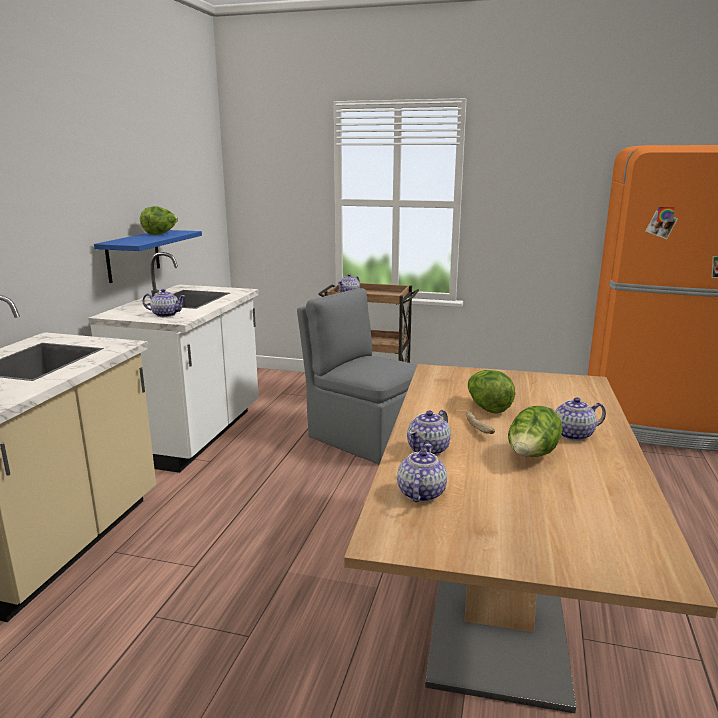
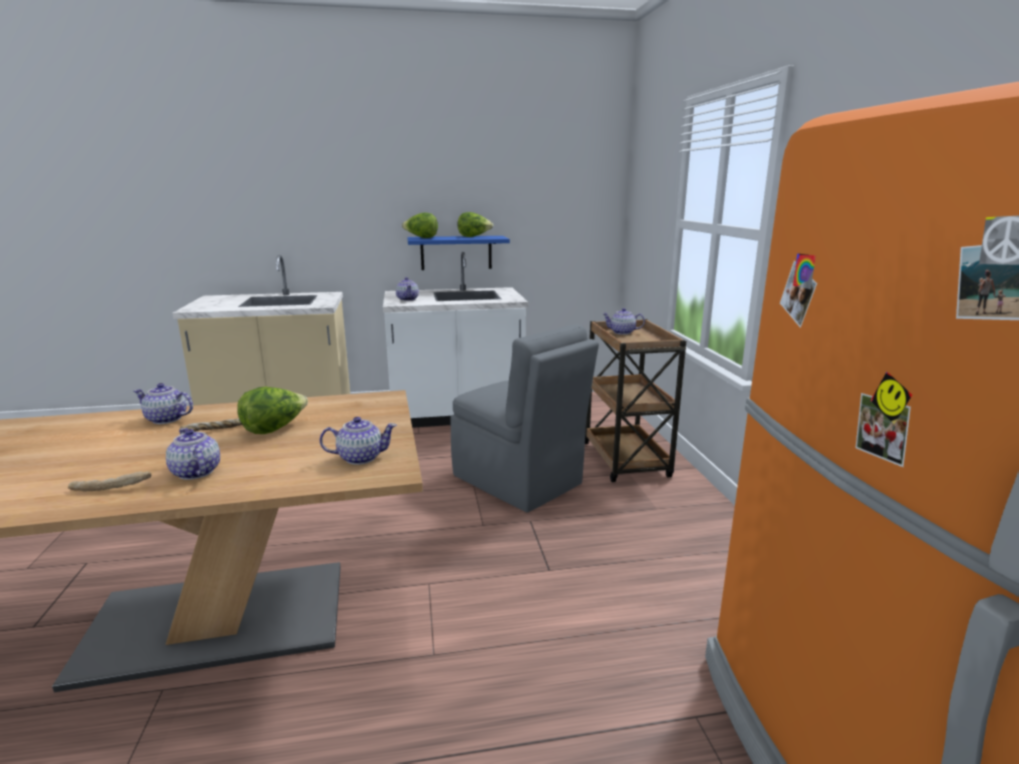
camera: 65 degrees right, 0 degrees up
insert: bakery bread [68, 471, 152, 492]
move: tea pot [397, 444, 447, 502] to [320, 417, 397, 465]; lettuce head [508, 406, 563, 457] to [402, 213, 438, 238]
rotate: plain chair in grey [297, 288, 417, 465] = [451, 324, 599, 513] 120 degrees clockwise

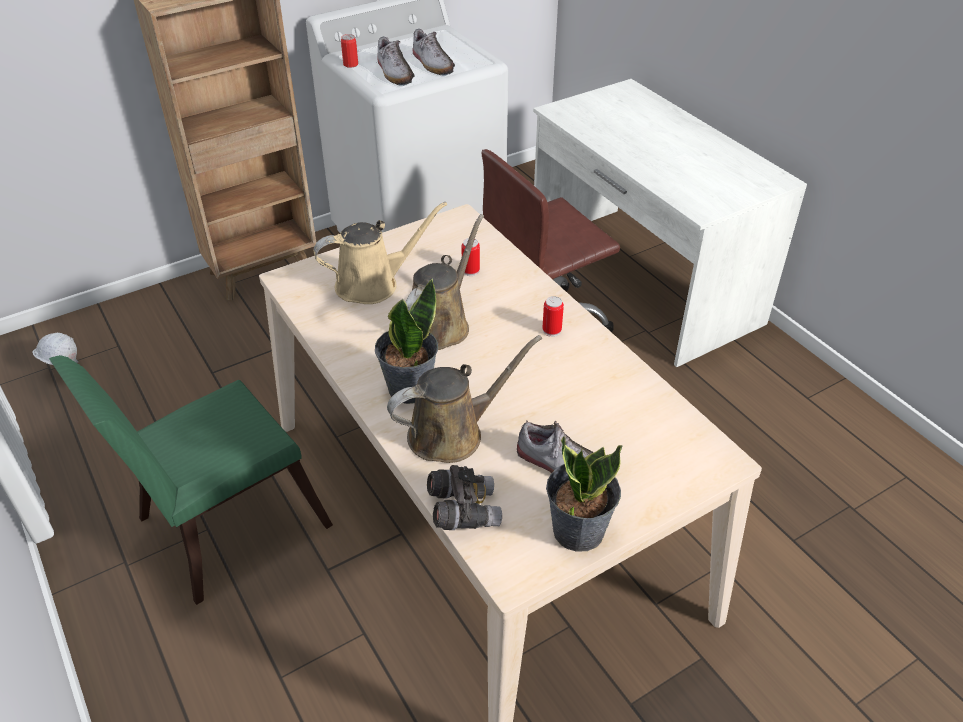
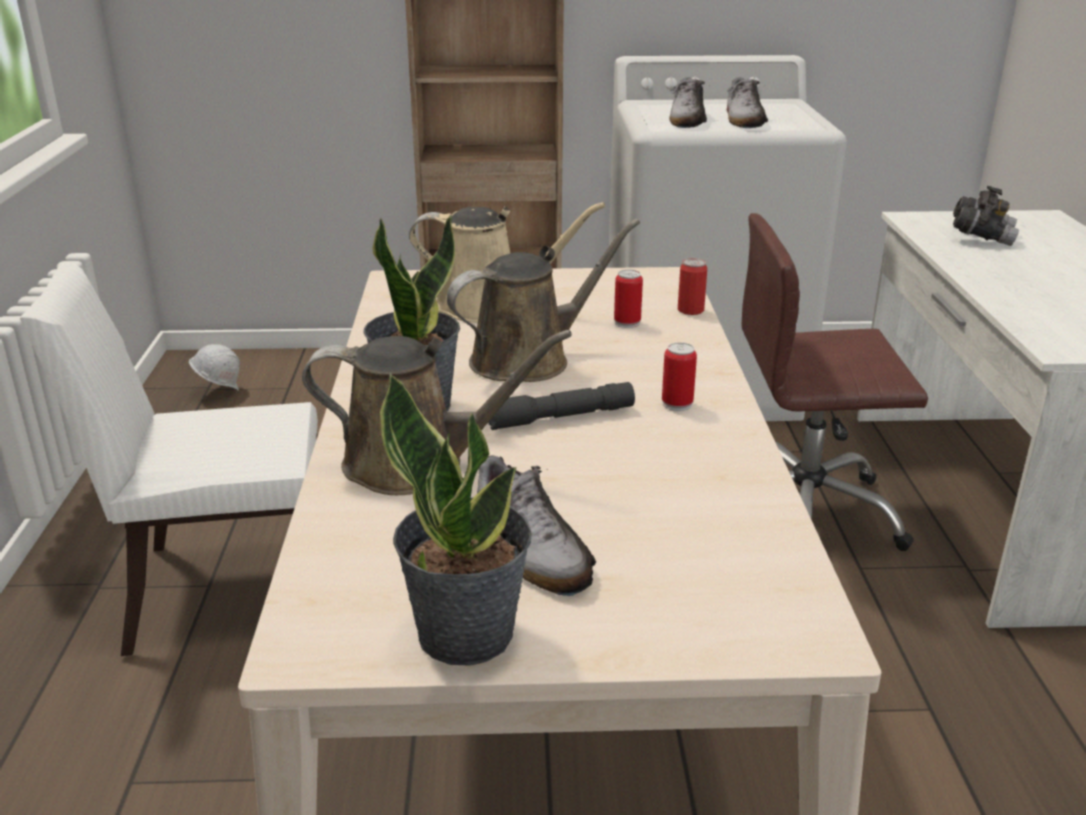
camera: 30 degrees right, 15 degrees down
insert: flashlight in grey [488, 382, 635, 430]
move: metal can [341, 34, 358, 68] to [678, 258, 707, 315]; field glasses in grey [427, 465, 502, 530] to [953, 186, 1019, 246]
recolor: plain chair in green-coloured [49, 355, 333, 605] to plain chair in white [20, 262, 318, 656]

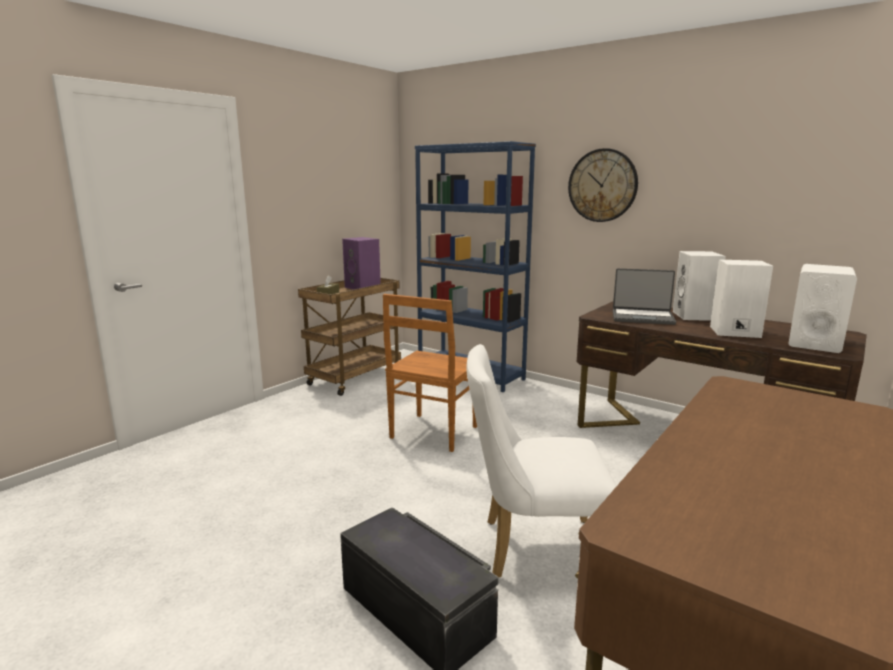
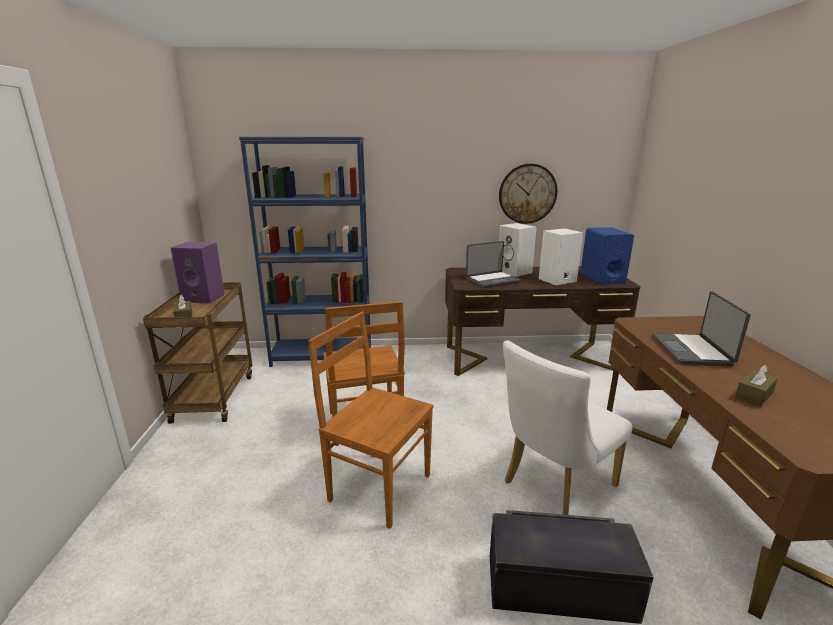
camera: 40 degrees left, 5 degrees up
insert: plain chair in brownish [308, 311, 434, 529]; notebook computer [652, 291, 751, 367]; tissue box in brownish [735, 365, 778, 407]
move: hanging clock [568, 148, 638, 222] to [499, 164, 557, 224]
recolor: speaker in white [788, 264, 857, 353] to speaker in blue-coloured [580, 227, 634, 285]

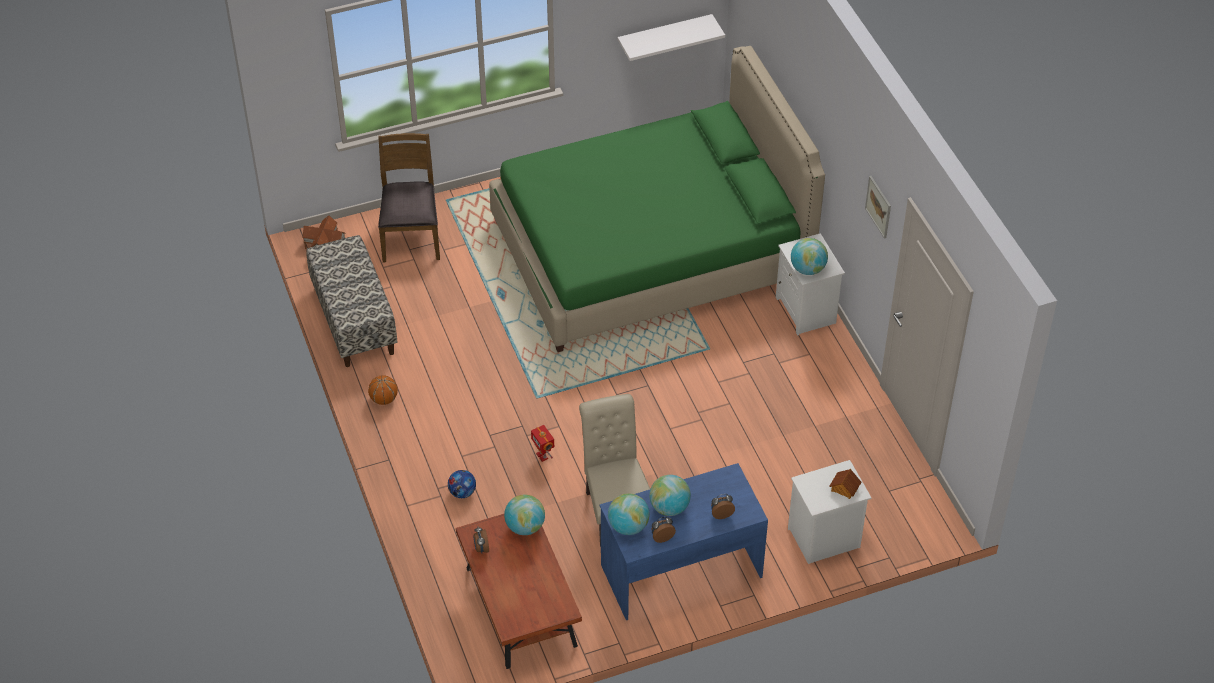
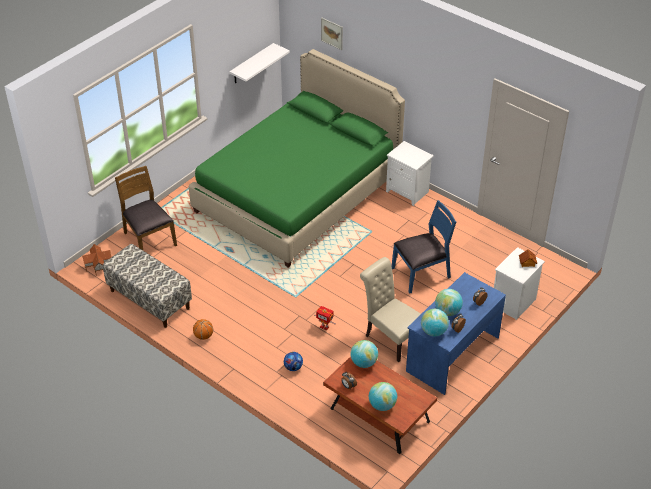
camera: 30 degrees left, 5 degrees down
insert: plain chair in blue-coloured [391, 200, 456, 294]
move: world globe [791, 238, 828, 275] to [369, 382, 397, 411]; wall art [865, 176, 891, 239] to [321, 18, 343, 50]

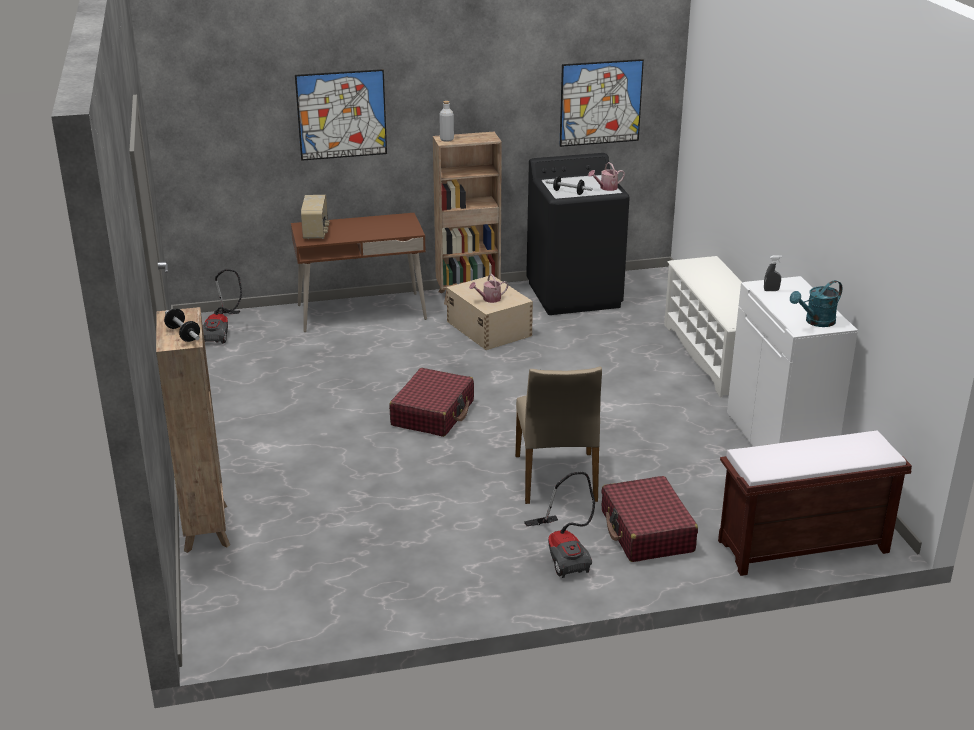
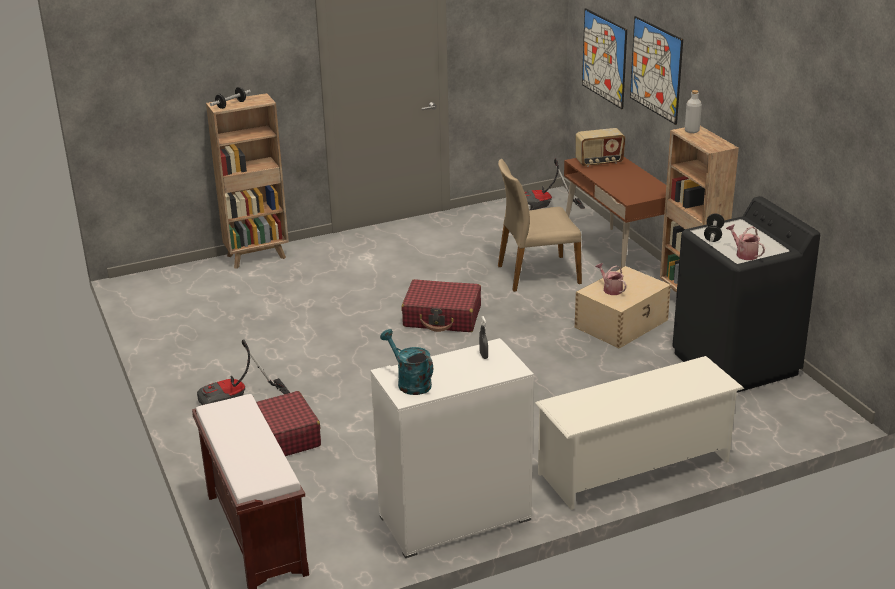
camera: 80 degrees right, 0 degrees up
move: plain chair in sand-coloured [515, 367, 602, 504] to [498, 159, 582, 292]; wall art [560, 59, 644, 147] to [582, 8, 627, 109]

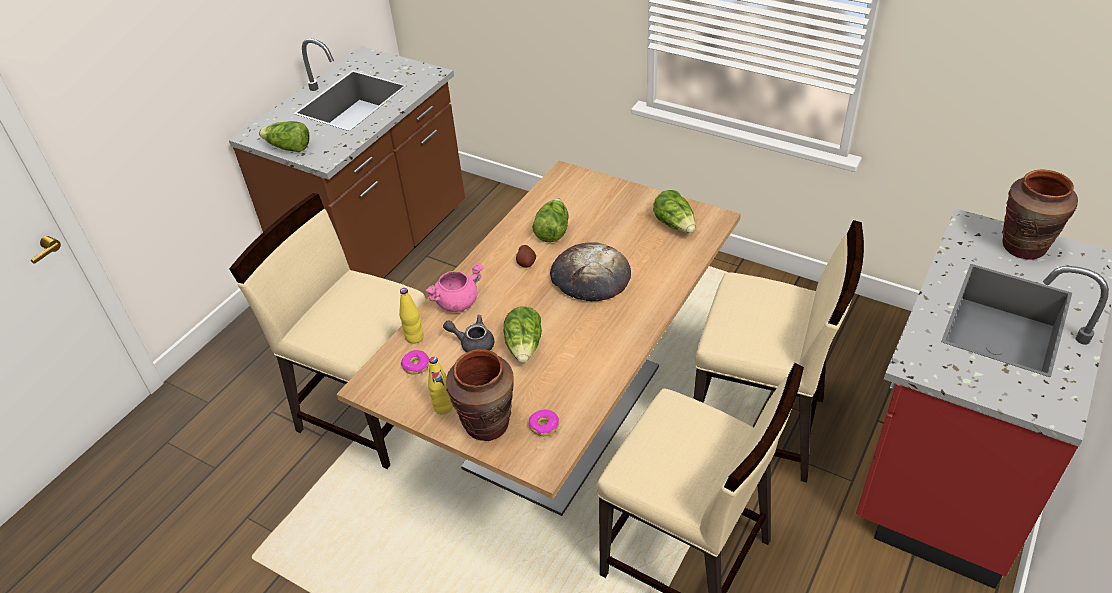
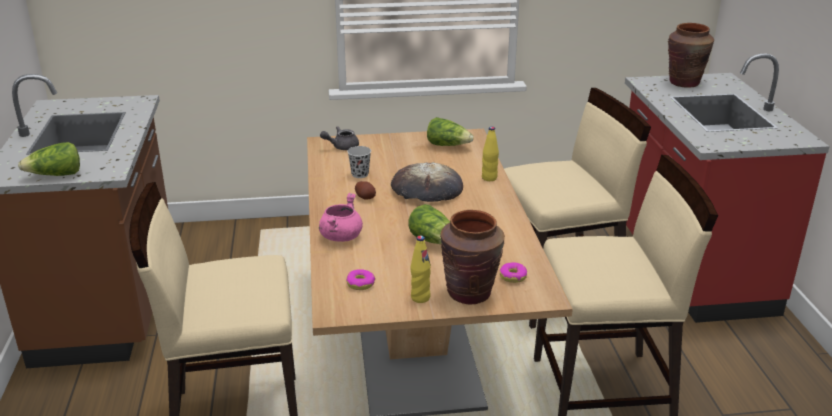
camera: 40 degrees left, 15 degrees down
move: drink bottle in yellow [399, 288, 424, 344] to [482, 127, 499, 181]; tea pot in grey [443, 315, 494, 353] to [320, 126, 359, 150]
replace: lettuce head [532, 198, 568, 242] to small cup in black-coloured [347, 146, 371, 178]

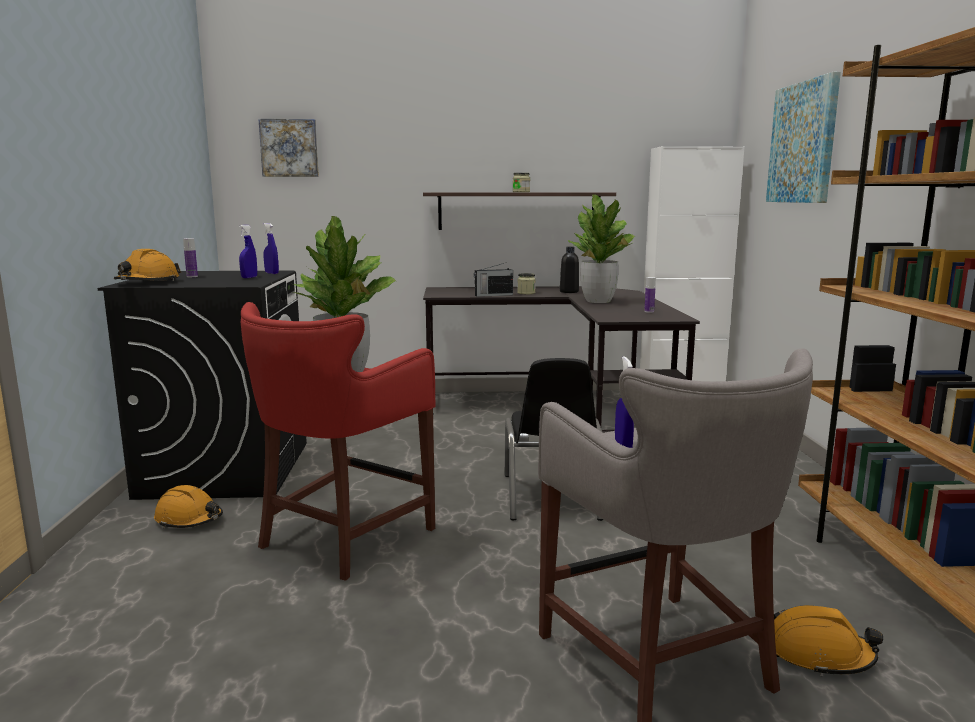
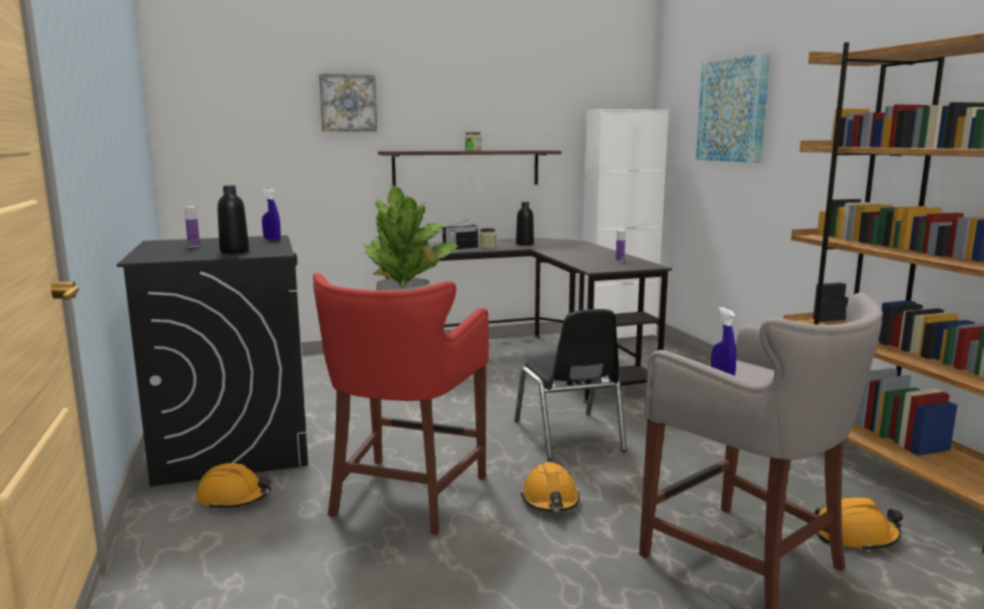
camera: 15 degrees left, 0 degrees up
delete: hand sprayer in blue-coloured [239, 225, 257, 278]; houseplant [568, 194, 635, 303]
insert: drink bottle in black-coloured [217, 185, 249, 254]
move: hard hat in orange-coloured [114, 249, 181, 281] to [521, 462, 580, 512]; wall art [258, 119, 319, 177] to [319, 74, 377, 132]

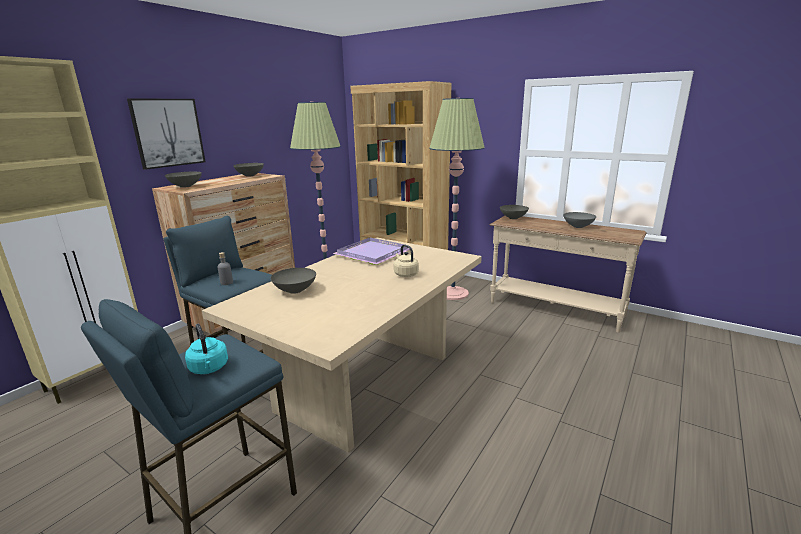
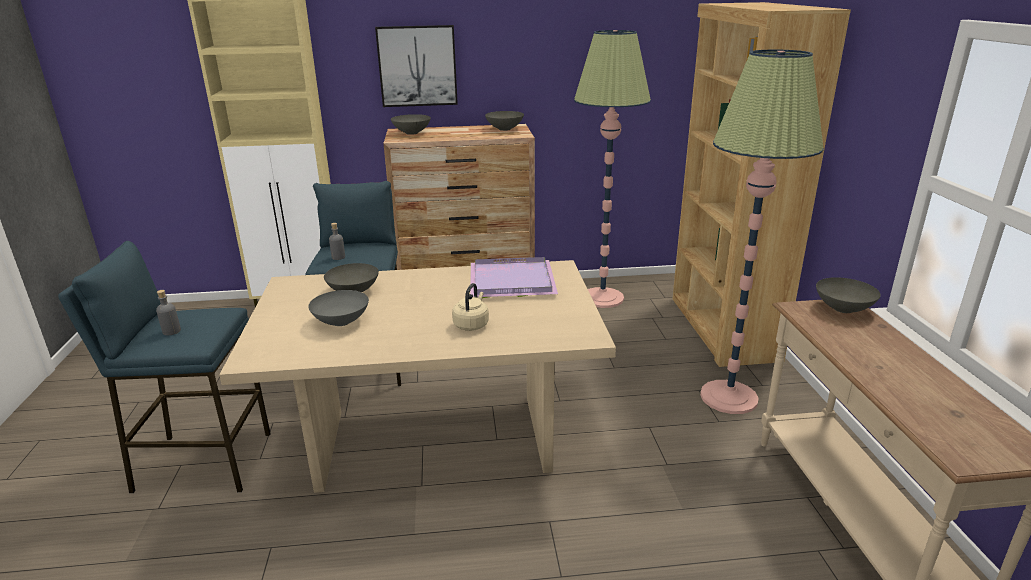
camera: 50 degrees right, 5 degrees up
move: bowl in grey [563, 212, 596, 228] to [308, 290, 369, 326]
replace: water kettle in turquoise-coloured [185, 324, 228, 374] to drink bottle in grey [156, 290, 181, 335]

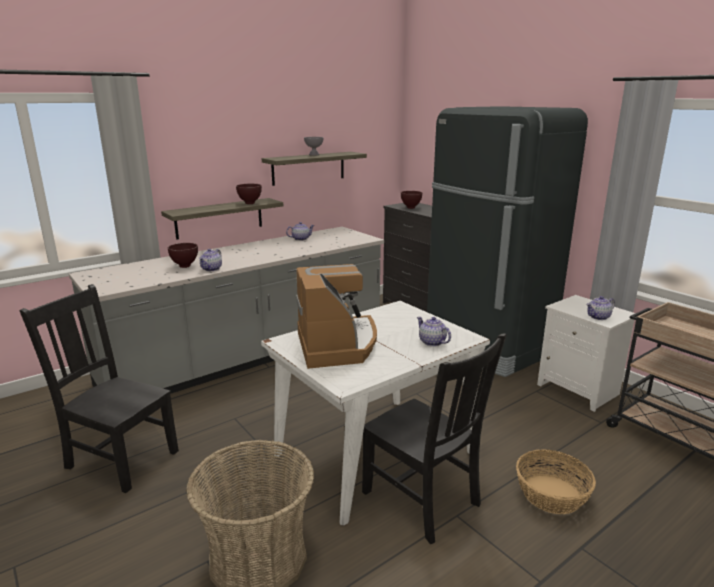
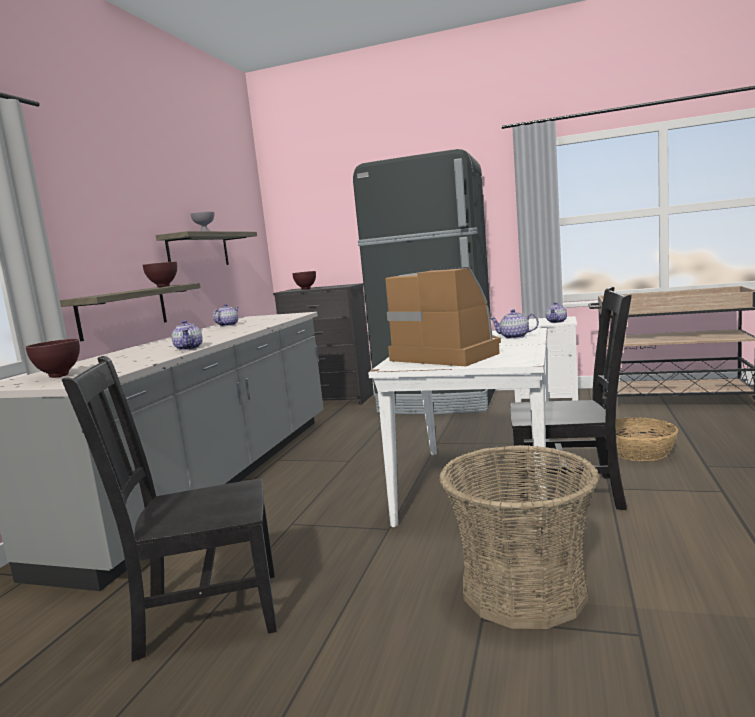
camera: 35 degrees left, 10 degrees down
move: bowl in brownish [168, 243, 198, 268] to [26, 339, 80, 378]

